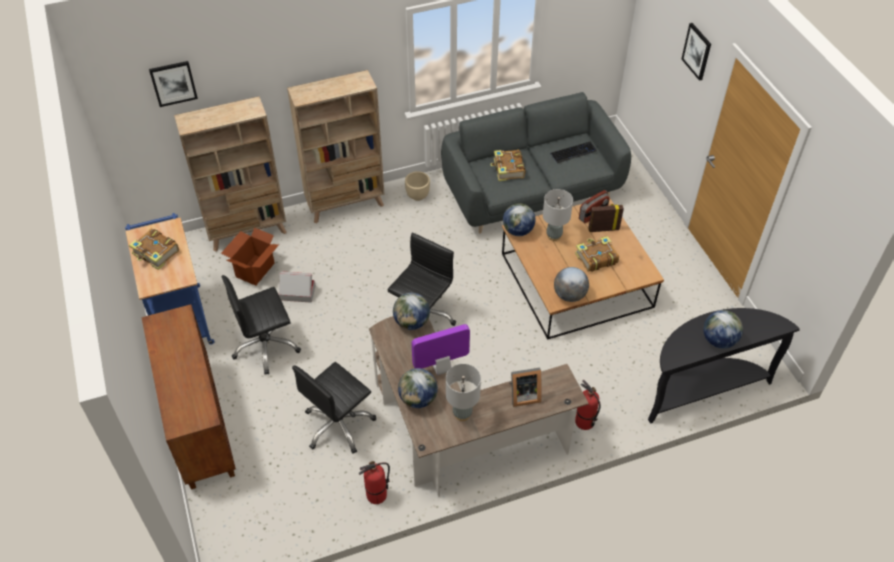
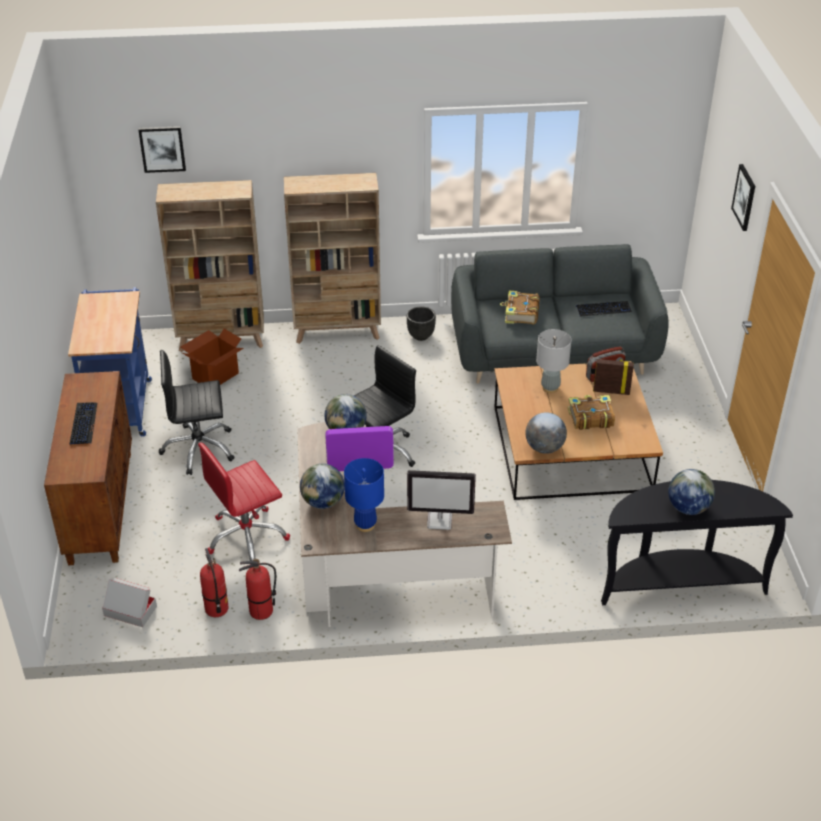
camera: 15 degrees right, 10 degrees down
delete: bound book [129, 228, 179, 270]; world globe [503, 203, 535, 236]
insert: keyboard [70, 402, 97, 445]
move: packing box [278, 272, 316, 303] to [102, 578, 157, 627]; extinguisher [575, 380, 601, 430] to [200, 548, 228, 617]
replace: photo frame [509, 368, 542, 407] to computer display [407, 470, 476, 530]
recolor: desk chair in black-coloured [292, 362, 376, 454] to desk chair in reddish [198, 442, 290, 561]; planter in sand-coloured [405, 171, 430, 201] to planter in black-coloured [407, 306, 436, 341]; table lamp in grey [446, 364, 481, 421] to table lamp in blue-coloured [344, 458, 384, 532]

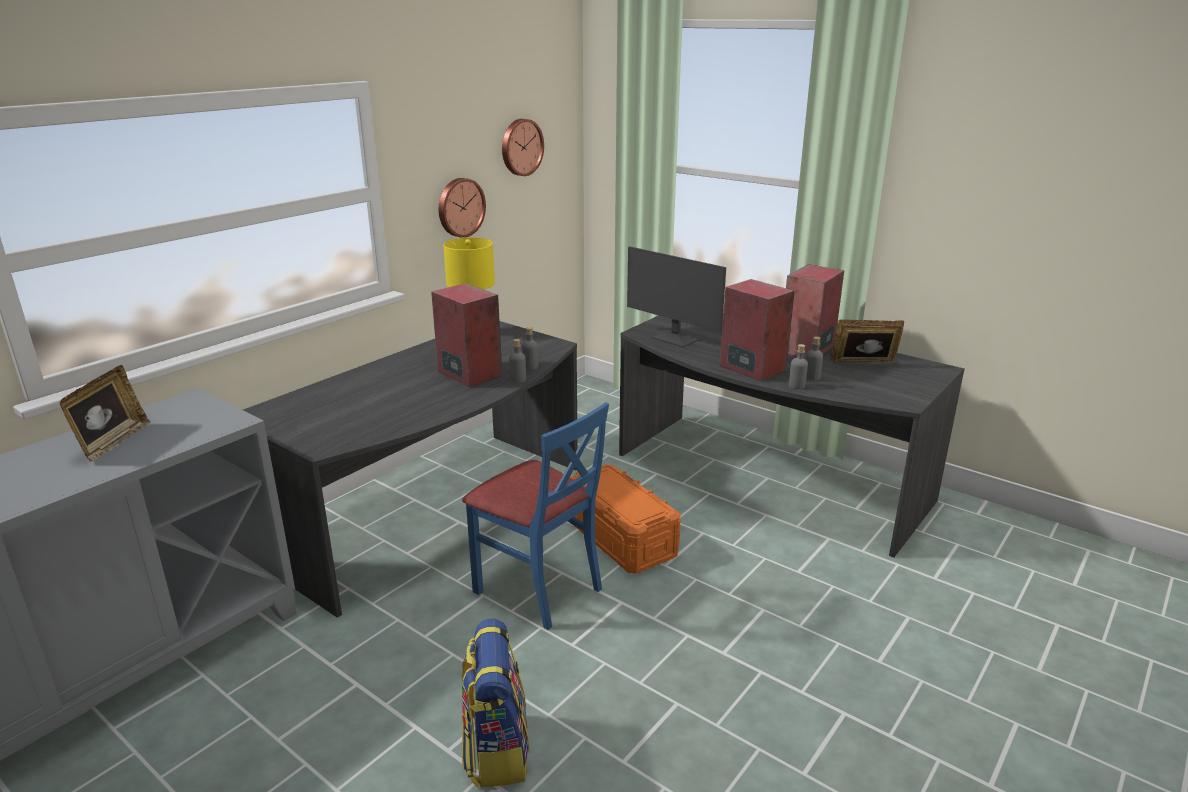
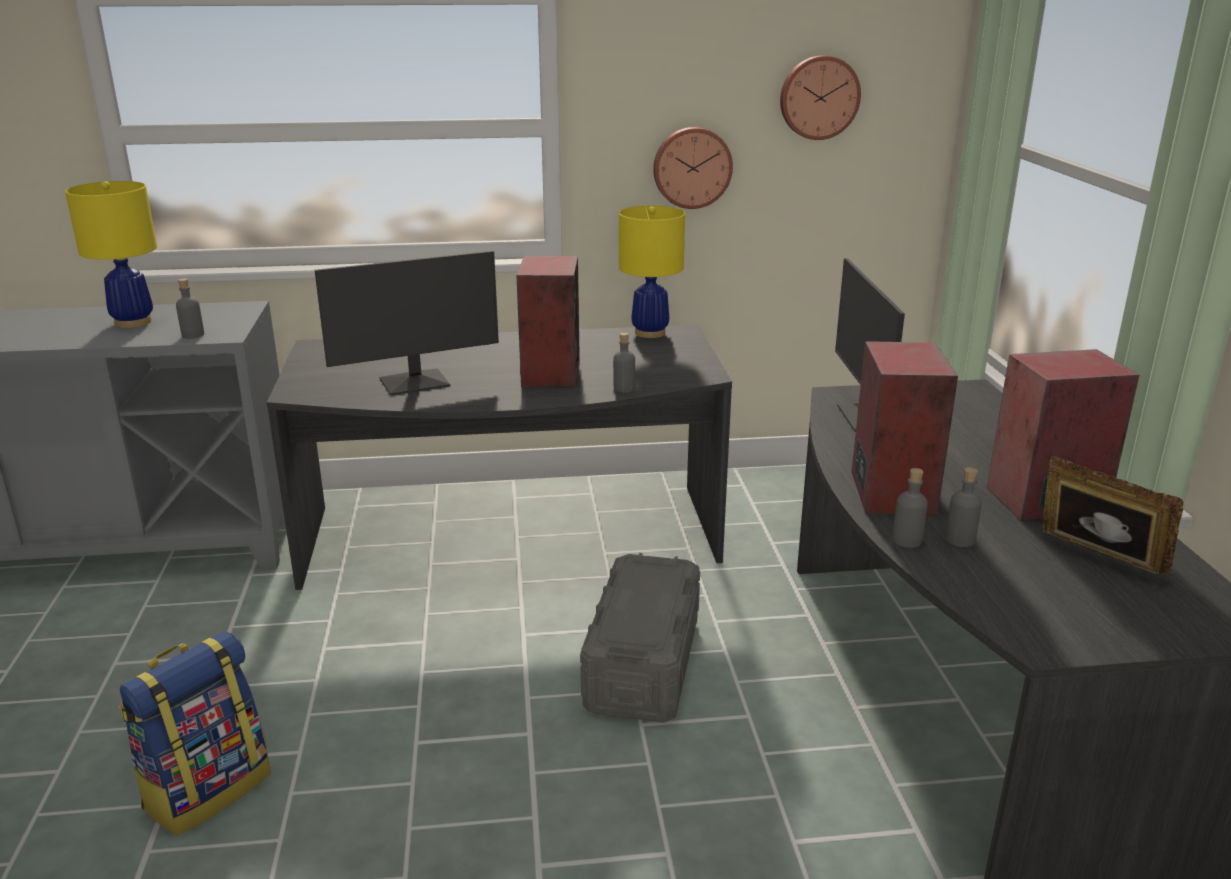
camera: 45 degrees right, 0 degrees up
delete: plain chair in blue-coloured [462, 402, 609, 630]
insert: computer display [315, 251, 499, 395]
move: drink bottle in grey [509, 339, 526, 383] to [176, 278, 204, 339]
replace: photo frame [59, 365, 150, 462] to table lamp in yellow [65, 181, 157, 328]
recolor: storage container in orange-coloured [570, 465, 681, 574] to storage container in grey [580, 553, 700, 722]

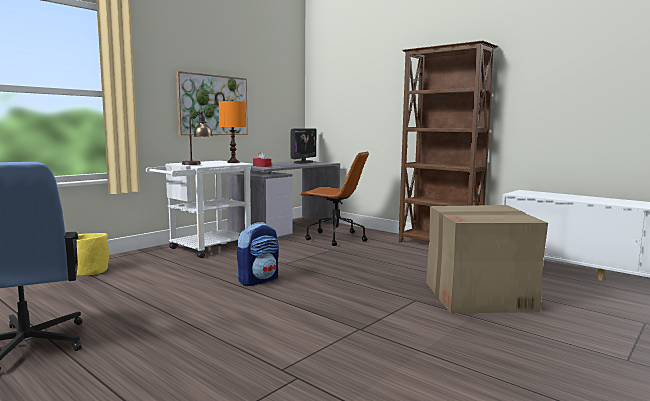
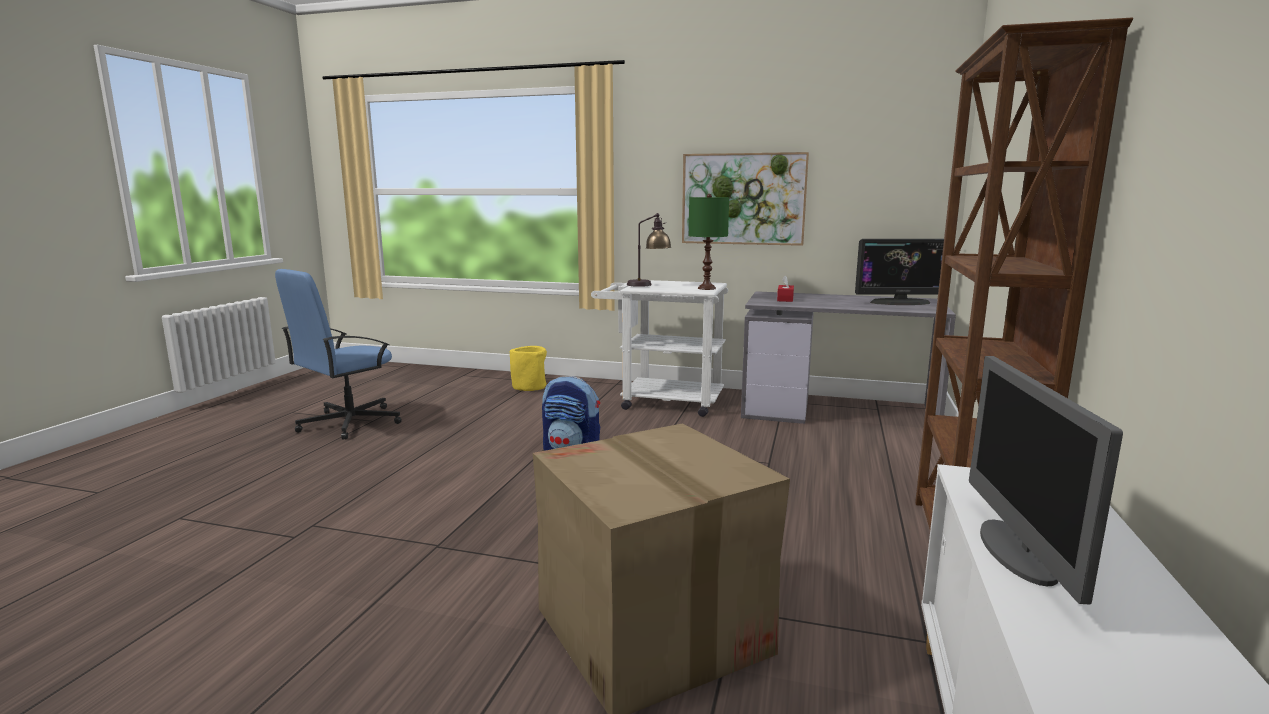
camera: 65 degrees right, 5 degrees up
delete: desk chair in brownish [300, 151, 369, 246]
insert: computer display [969, 356, 1123, 605]
recolor: table lamp in orange-coloured [219, 99, 246, 163] to table lamp in green-coloured [688, 194, 729, 290]

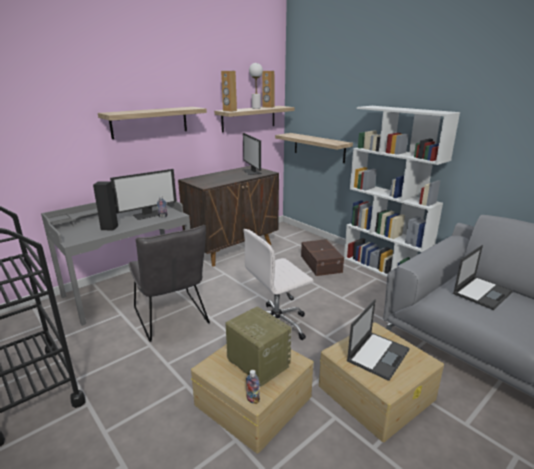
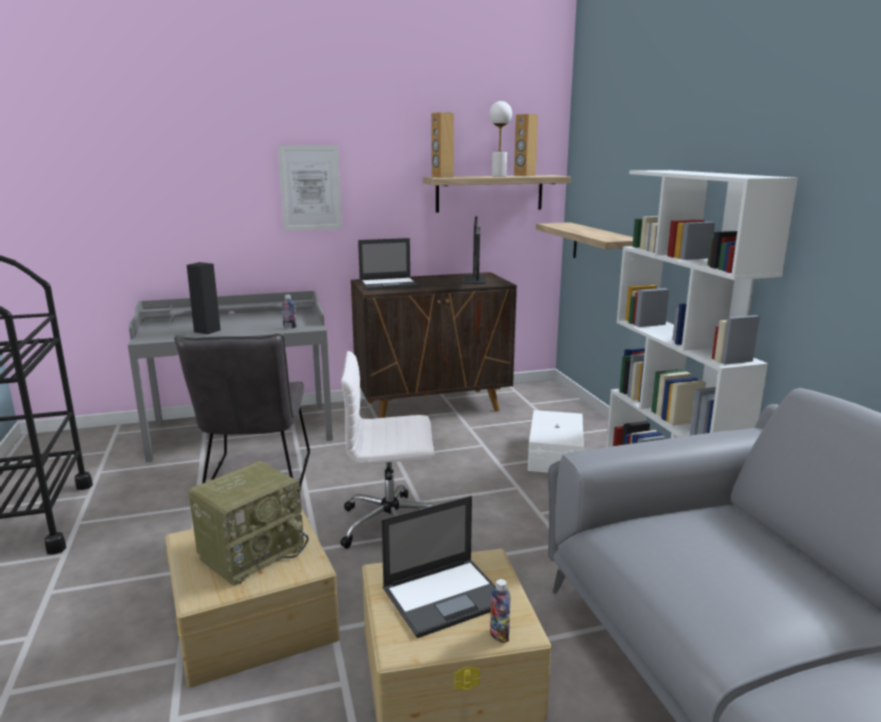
camera: 25 degrees right, 5 degrees down
delete: computer display [110, 169, 177, 220]
move: drink bottle [246, 370, 260, 404] to [490, 579, 511, 643]; notebook computer [453, 245, 513, 310] to [358, 238, 420, 290]
replace: wall shelf [98, 107, 207, 139] to wall art [278, 145, 342, 231]
recolor: storage container in brownish [301, 239, 344, 276] to storage container in white [528, 410, 584, 473]
rotate: radio [225, 306, 292, 387] = [188, 461, 309, 586] 60 degrees clockwise

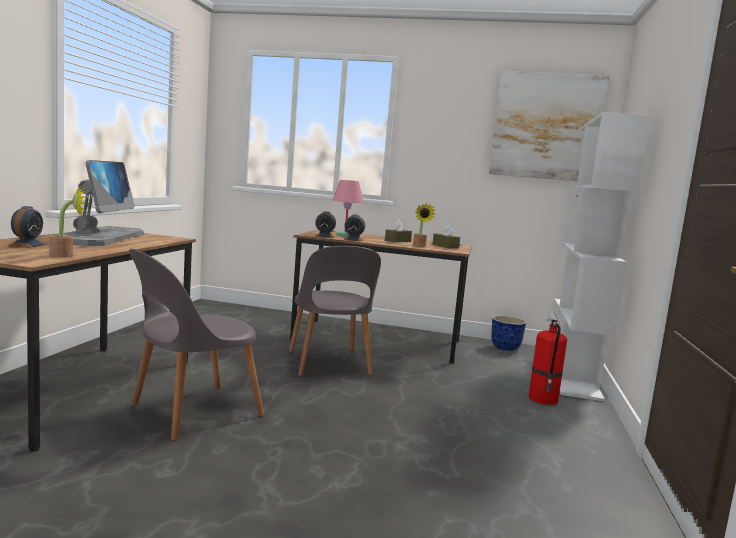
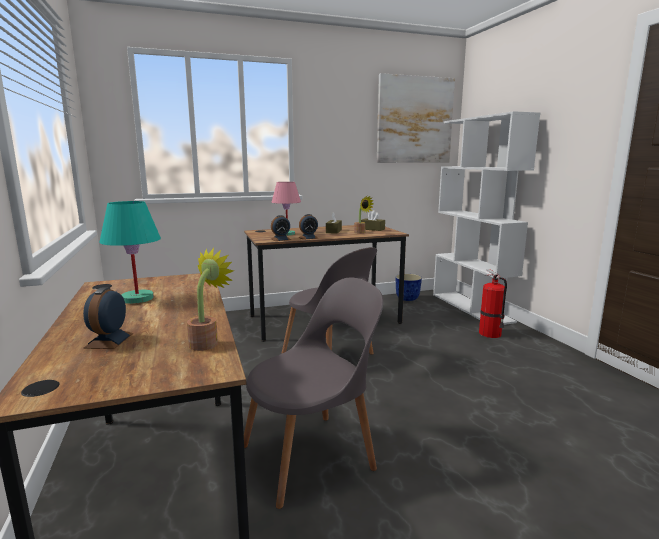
camera: 30 degrees left, 5 degrees up
replace: computer display [52, 160, 144, 246] to table lamp in turquoise-coloured [99, 201, 161, 304]
rotate: alarm clock [8, 206, 46, 248] = [83, 287, 133, 349] 150 degrees counterclockwise; plain chair in grey [129, 249, 264, 441] = [244, 278, 383, 509] 135 degrees counterclockwise

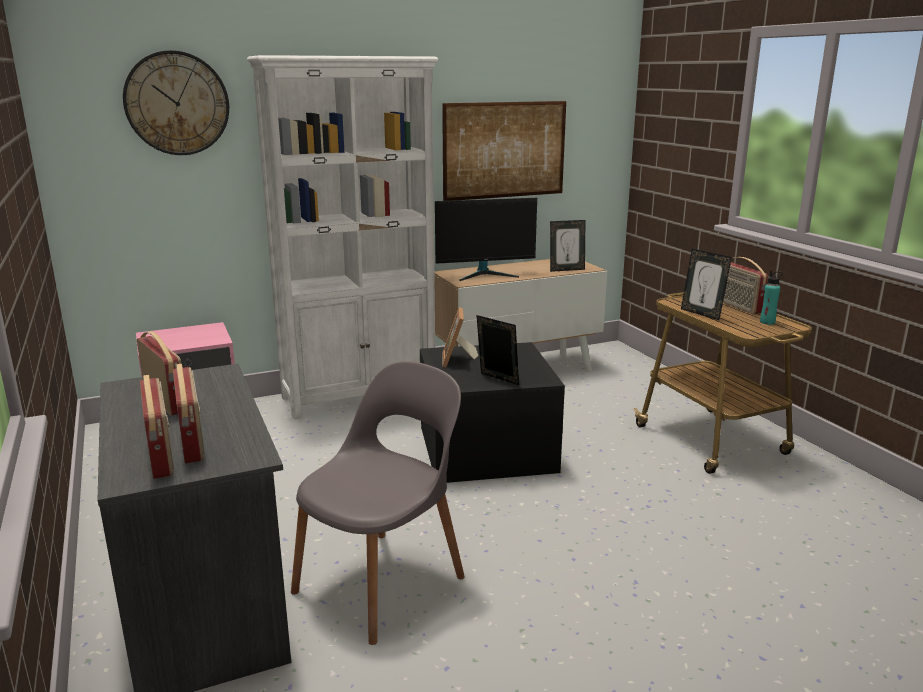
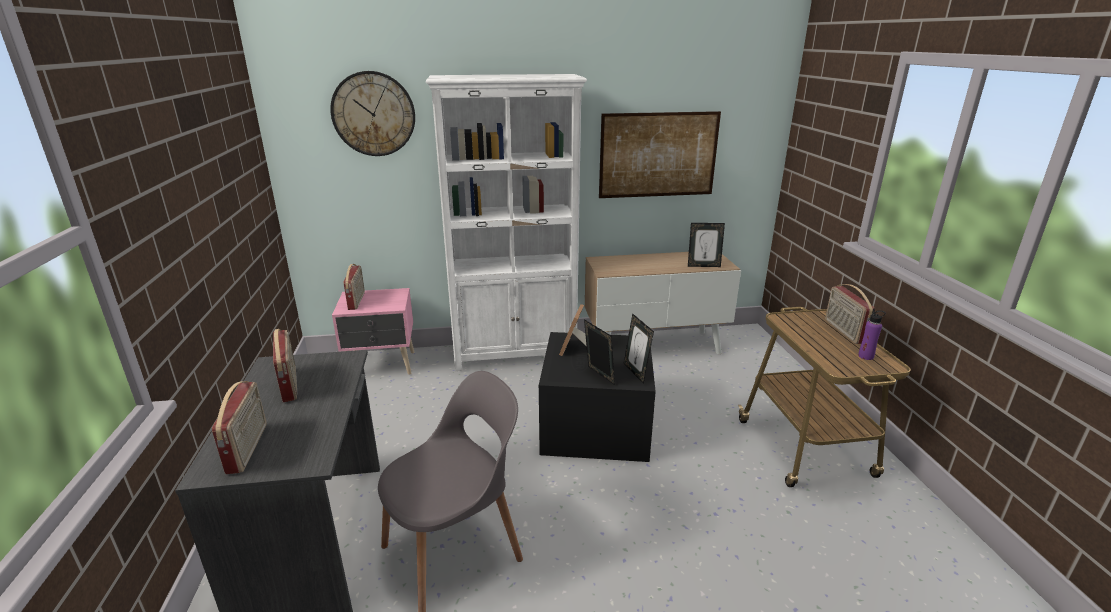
camera: 15 degrees right, 5 degrees up
delete: computer display [435, 198, 537, 281]
move: radio [173, 364, 205, 463] to [343, 264, 365, 310]; photo frame [681, 249, 732, 320] to [623, 313, 654, 384]
recolor: drink bottle in turquoise-coloured [760, 270, 783, 325] to drink bottle in purplish [858, 309, 886, 360]

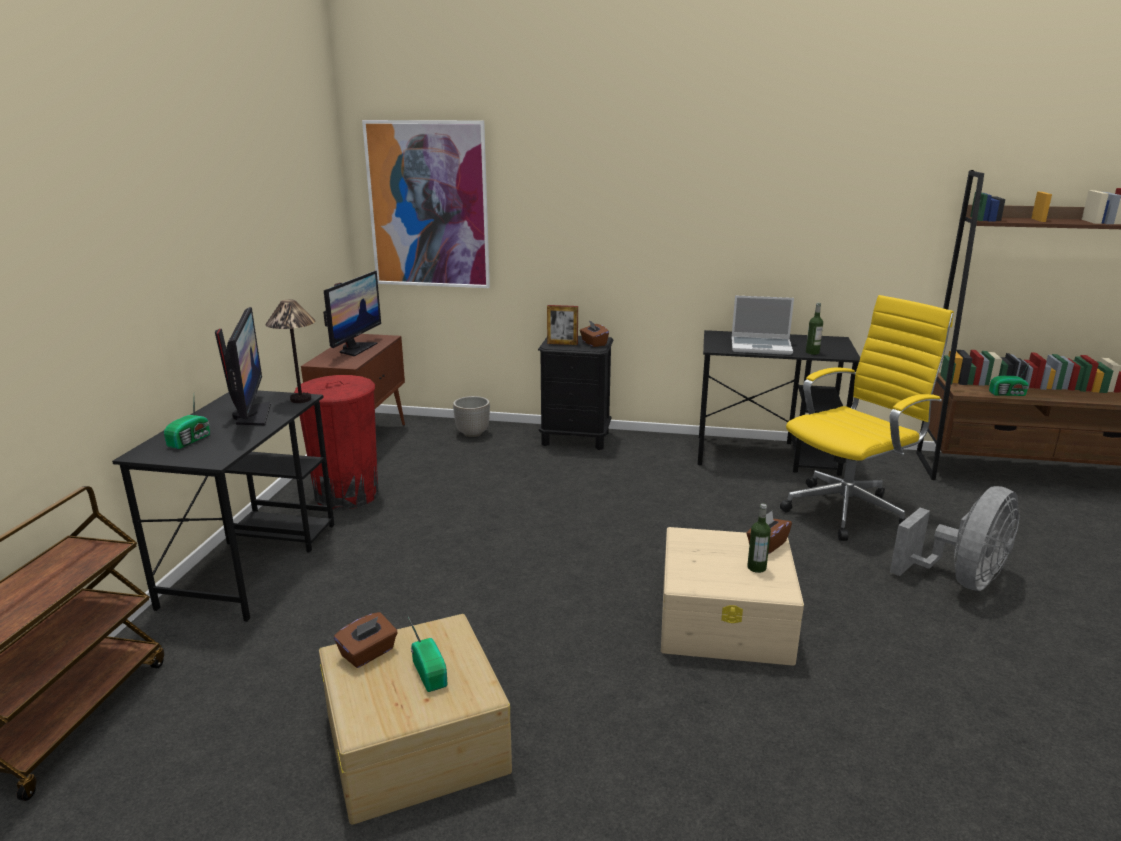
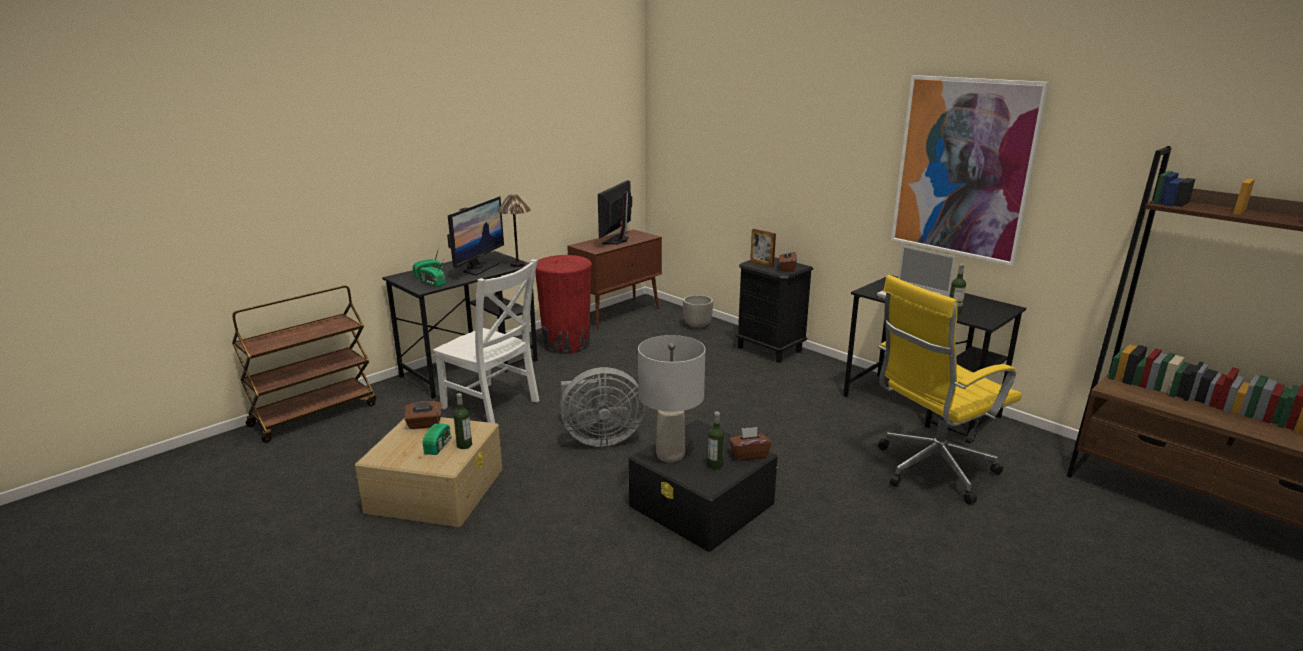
camera: 35 degrees right, 0 degrees up
insert: plain chair in white [433, 259, 539, 423]; drink bottle [453, 393, 472, 449]; table lamp in grey [638, 335, 705, 462]
move: wall art [362, 120, 490, 288] to [891, 75, 1049, 266]; cooling fan in grey [890, 486, 1020, 591] to [560, 367, 645, 447]; radio [989, 362, 1030, 396] to [419, 260, 445, 287]
recolor: storage container in sand-coloured [661, 527, 804, 666] to storage container in black-coloured [629, 420, 778, 552]
rotate: computer display [323, 271, 381, 356] = [598, 180, 632, 244] 150 degrees clockwise; desk chair in yellow [780, 295, 954, 541] = [878, 275, 1022, 504] 150 degrees clockwise

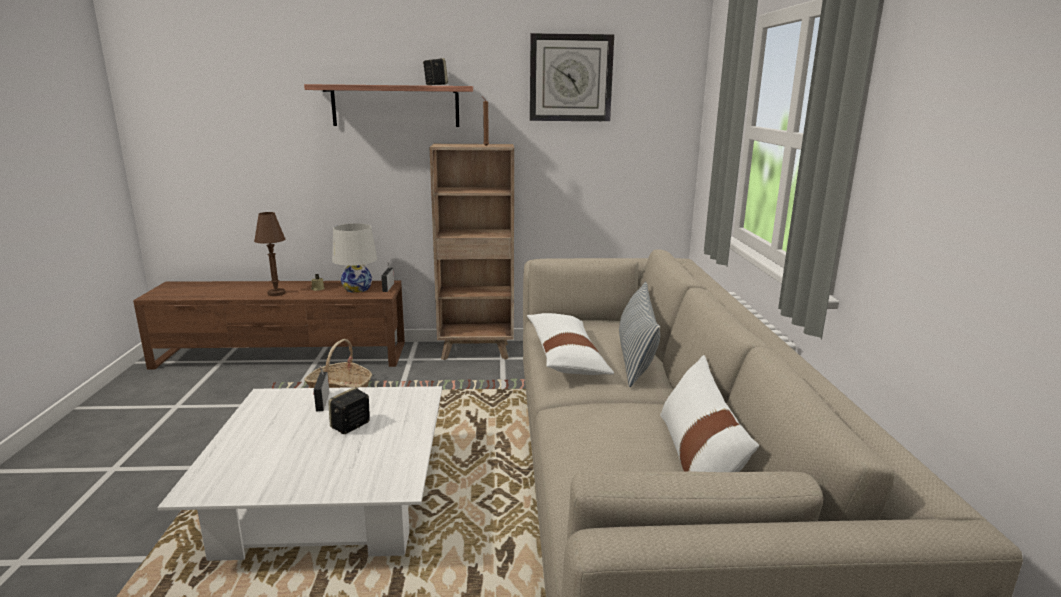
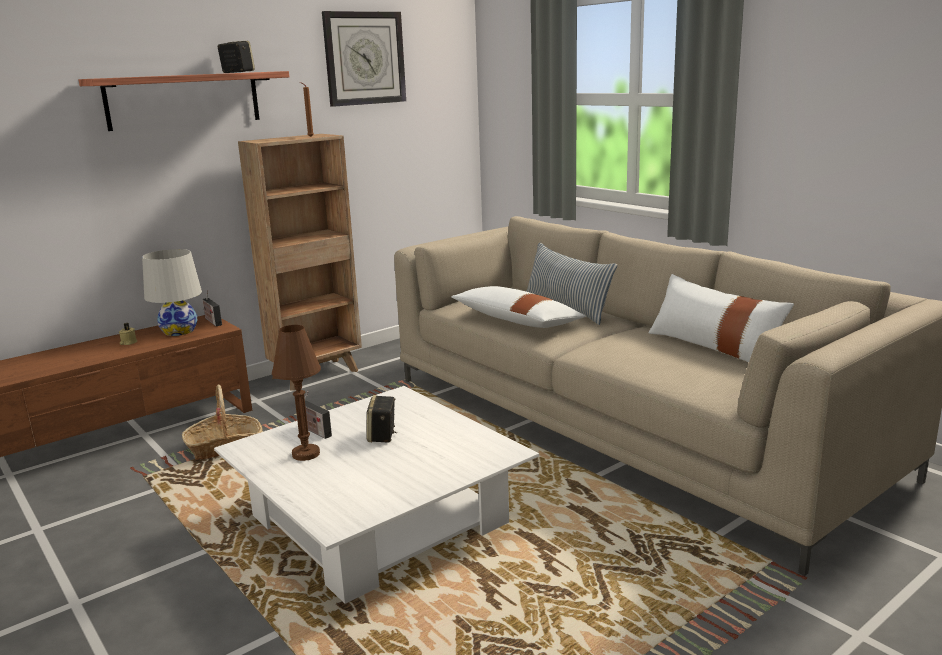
camera: 35 degrees left, 0 degrees up
move: table lamp in brownish [254, 212, 285, 296] to [272, 325, 321, 461]

